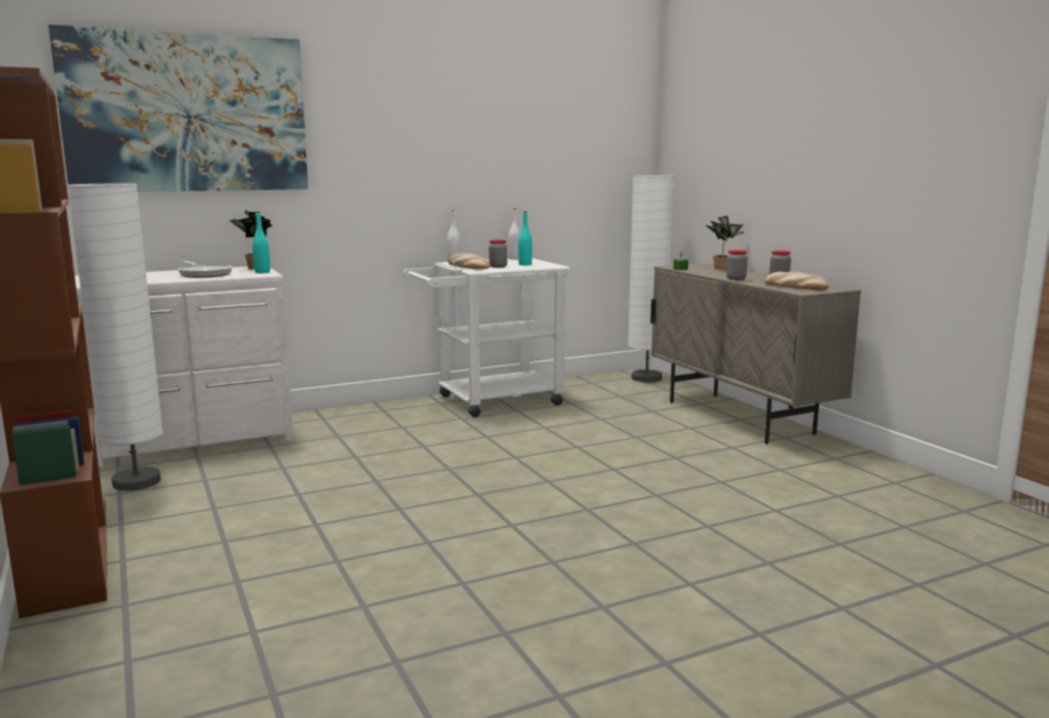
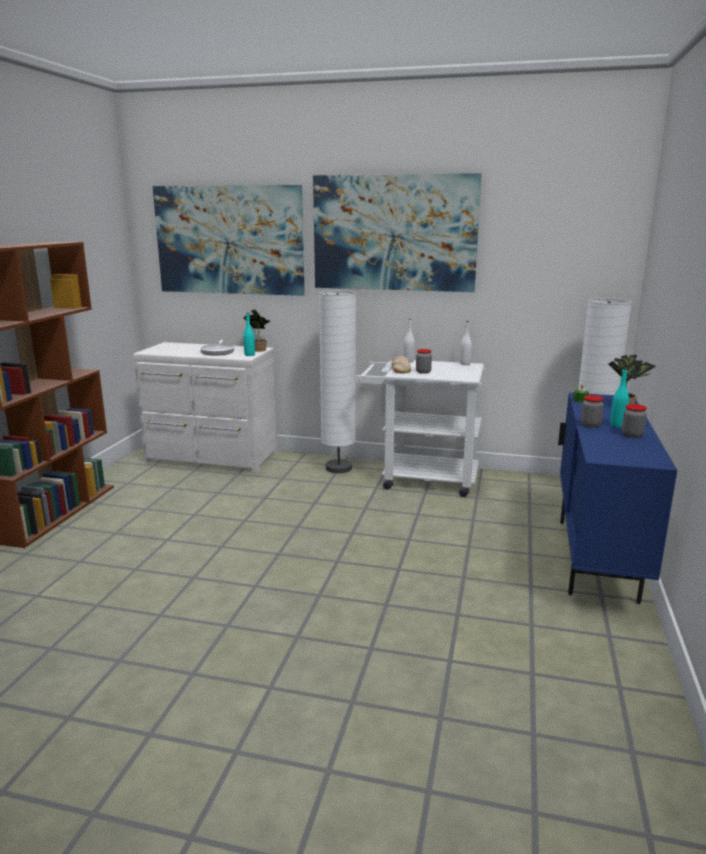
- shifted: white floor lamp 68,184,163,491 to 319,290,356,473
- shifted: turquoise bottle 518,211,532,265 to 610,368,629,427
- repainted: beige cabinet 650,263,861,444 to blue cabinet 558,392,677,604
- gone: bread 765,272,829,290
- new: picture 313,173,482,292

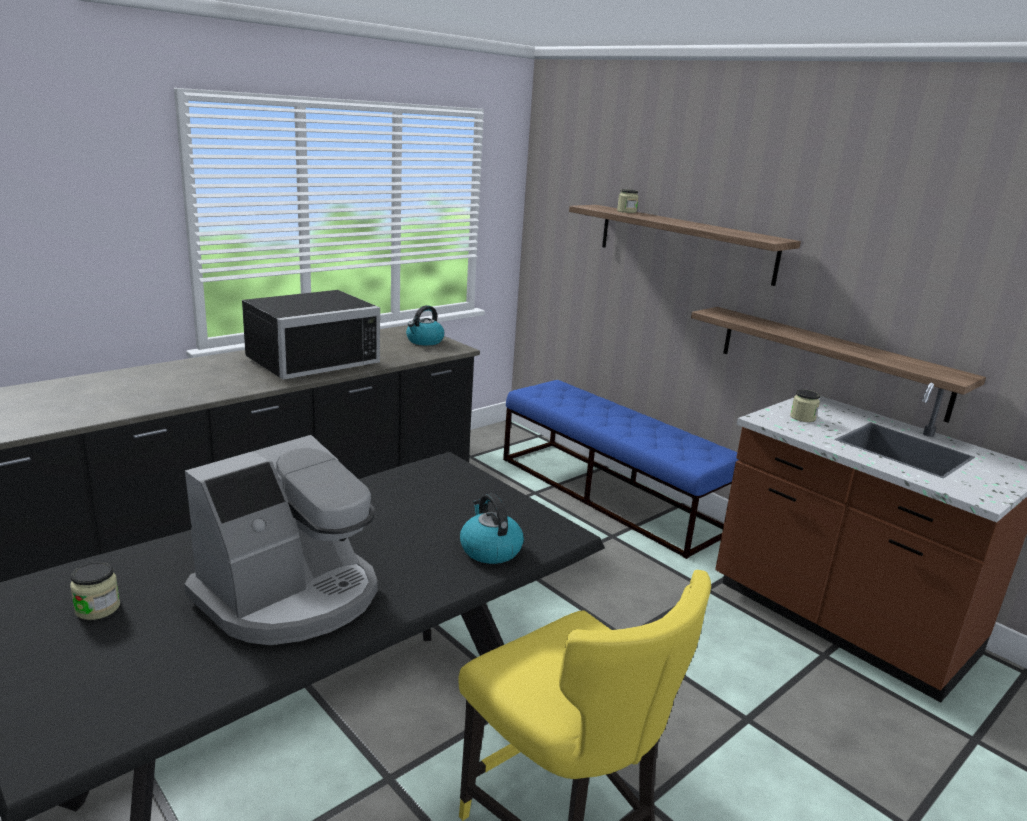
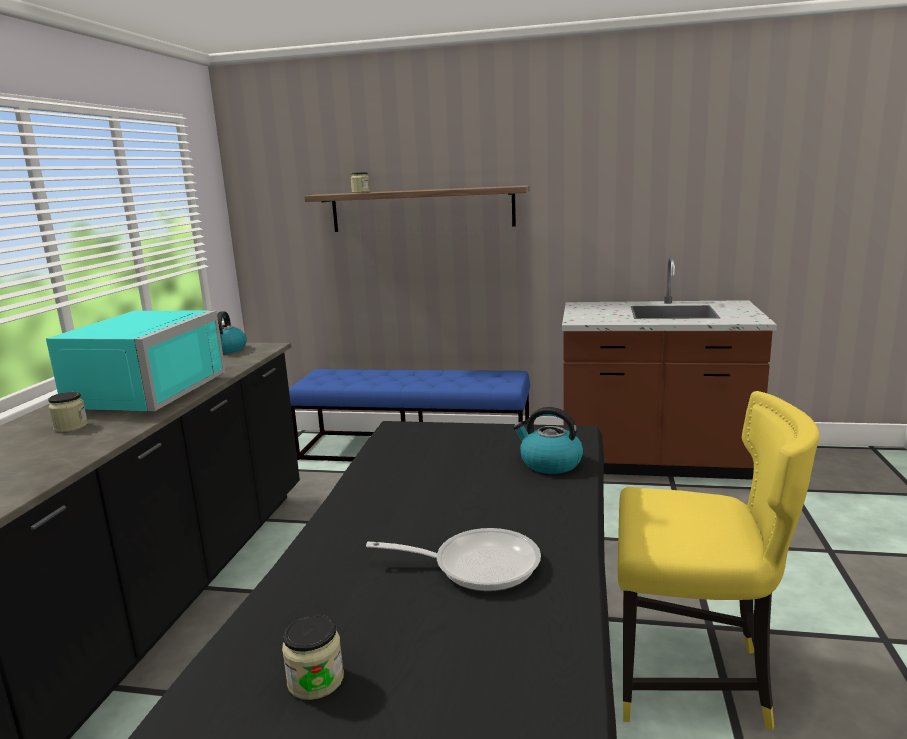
- repainted: black microwave 242,290,380,380 to turquoise microwave 46,310,225,411
- gone: shelf 691,307,986,423
- shifted: jar 790,390,820,422 to 48,392,88,432
- swapped: coffee machine 184,435,378,645 to frying pan 366,528,541,591

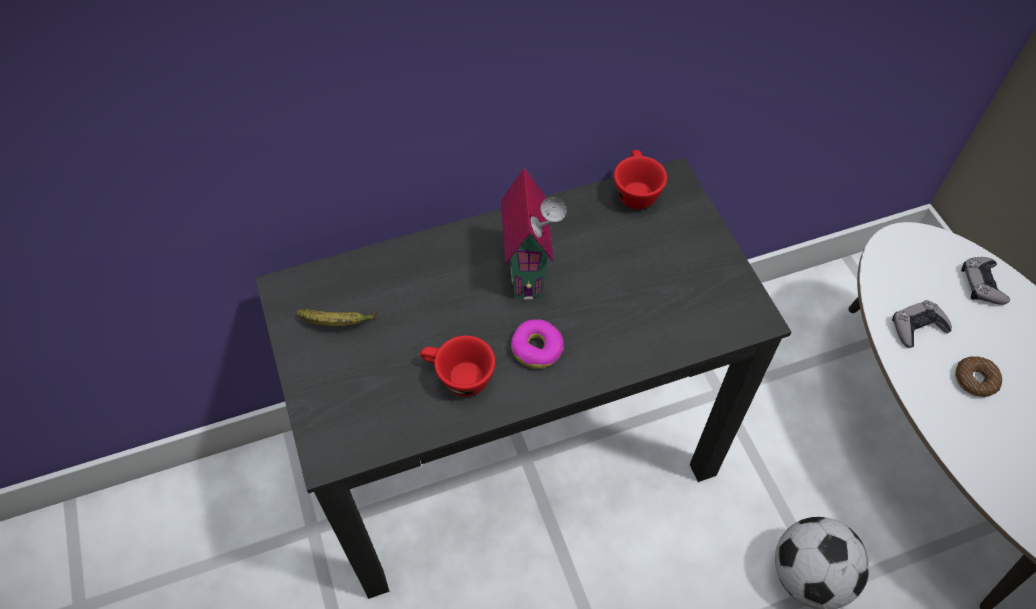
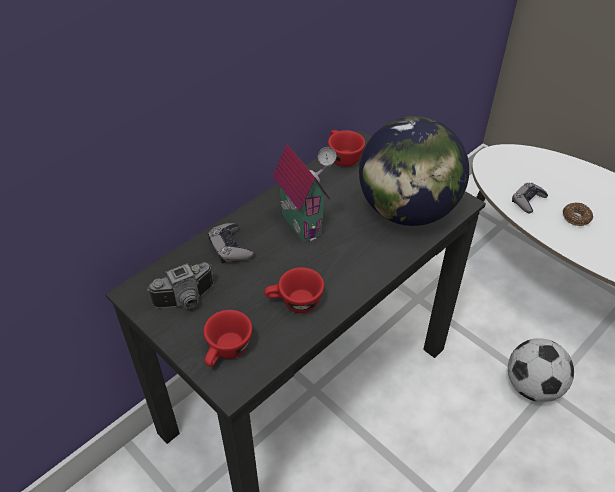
- shifted: grey game controller 961,257,1010,305 to 208,223,254,264
- swapped: banana 297,309,377,326 to photo camera 147,262,214,309
- gone: donut 511,319,564,369
- new: globe 359,116,469,226
- new: red cup 203,310,252,367

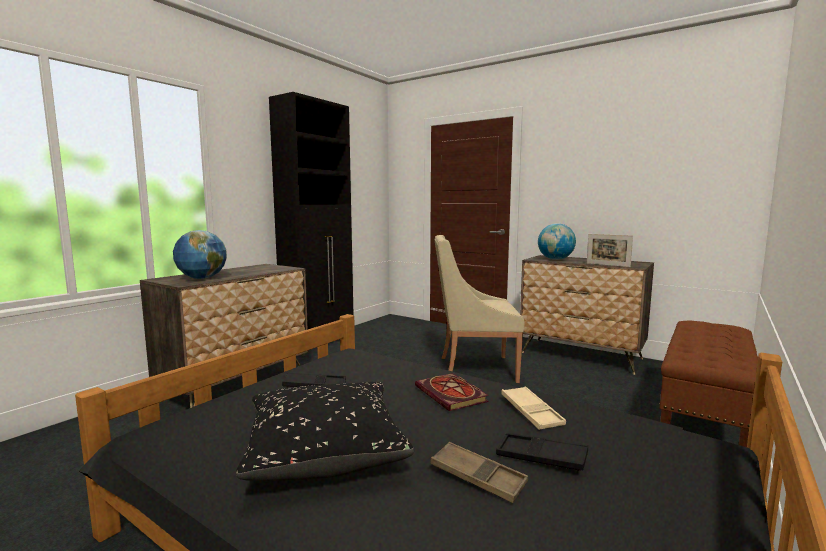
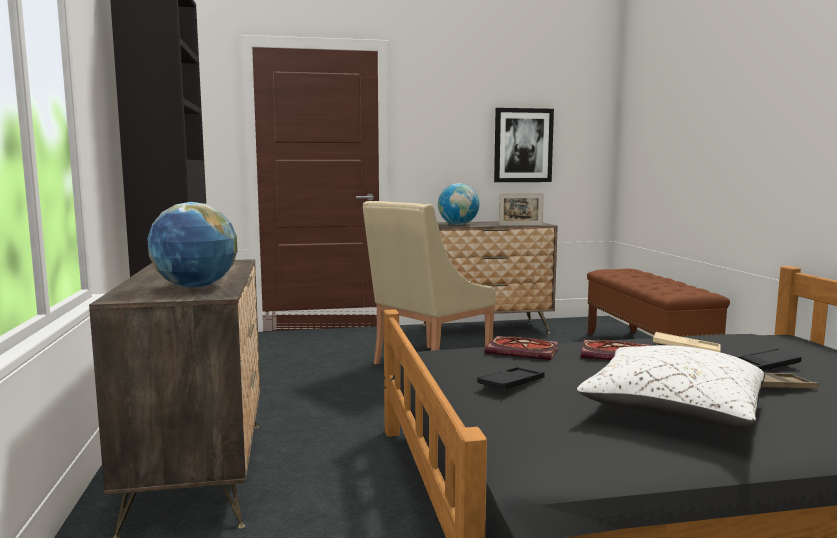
- repainted: black pillow 236,382,414,481 to white pillow 577,345,765,429
- new: picture 494,108,554,182
- new: book 485,336,559,360

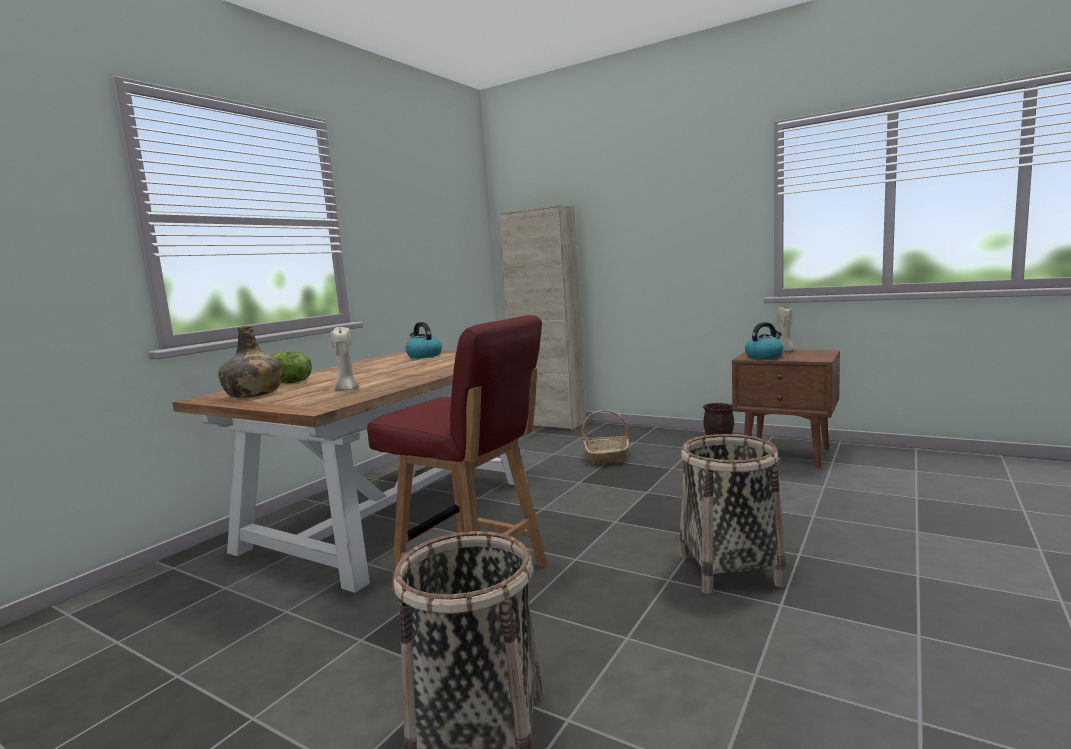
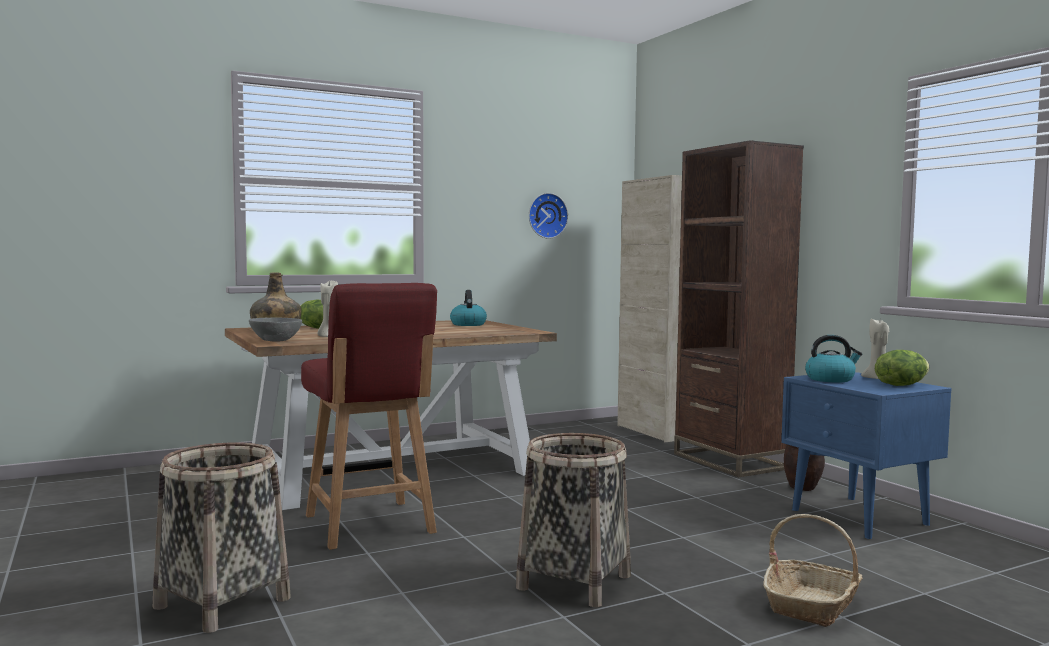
- repainted: brown nightstand 732,349,840,469 to blue nightstand 781,372,952,539
- shifted: basket 582,410,629,464 to 763,514,863,627
- new: brown bookcase 674,140,804,477
- new: wall clock 529,193,568,239
- new: grey bowl 249,317,302,342
- new: lettuce 875,350,929,386

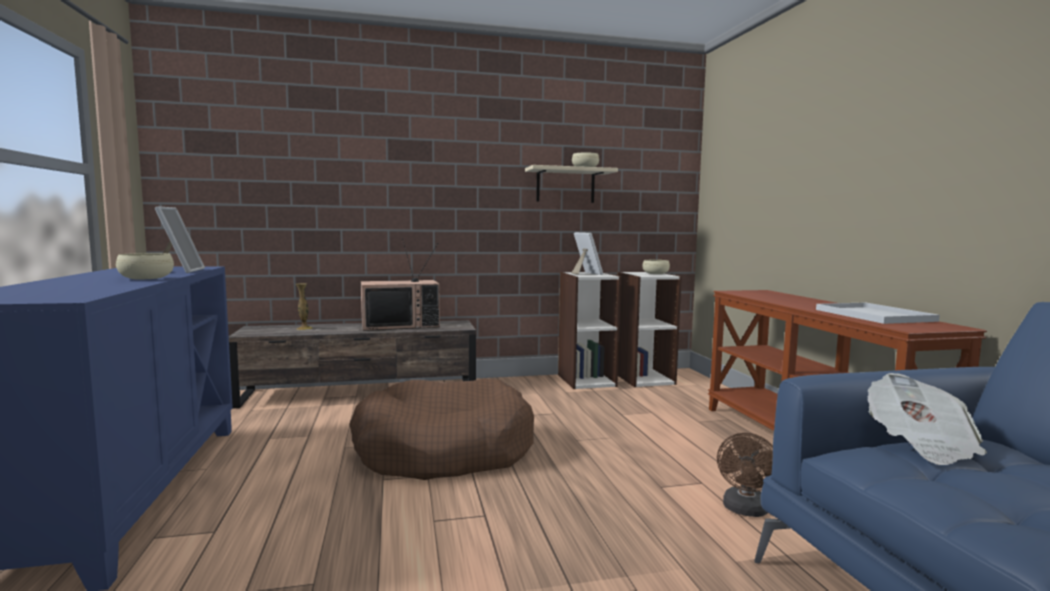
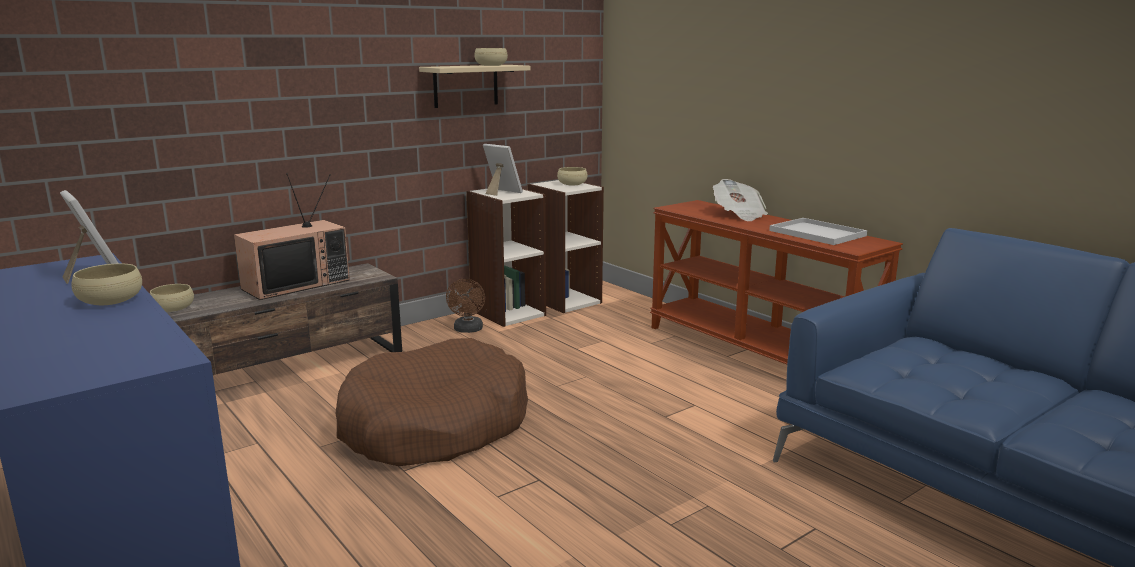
- swapped: vase 295,283,313,330 to beige bowl 150,284,194,312
- shifted: newspaper 867,373,987,465 to 713,179,768,221
- shifted: brown fan 717,433,773,517 to 446,279,485,333

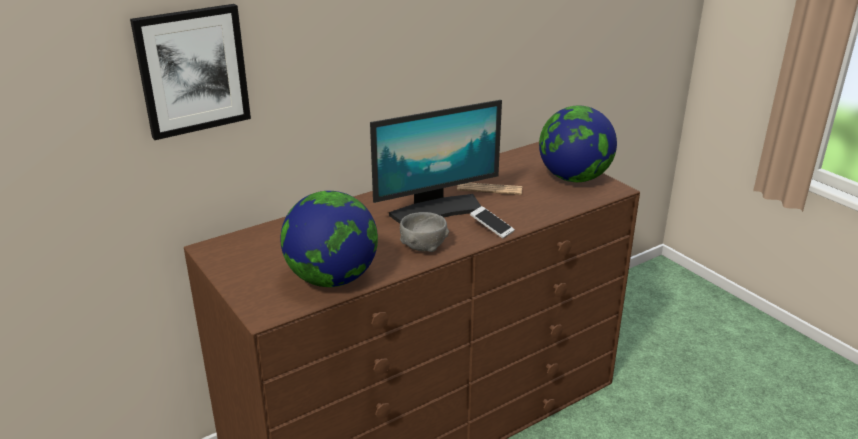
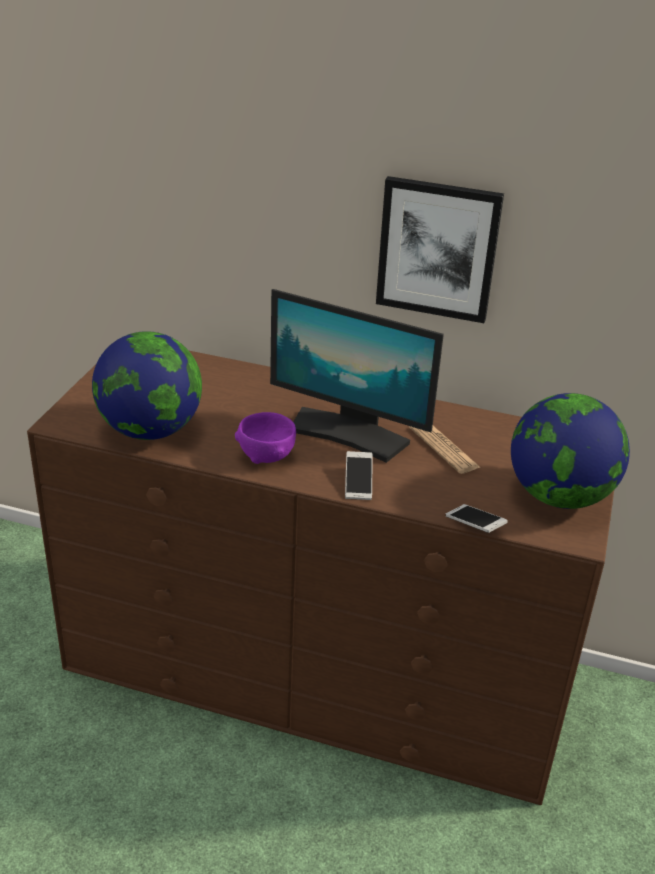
- shifted: picture 130,4,251,140 to 376,176,504,323
- repainted: grey bowl 400,212,449,252 to purple bowl 235,412,296,464
- new: phone 446,504,508,533

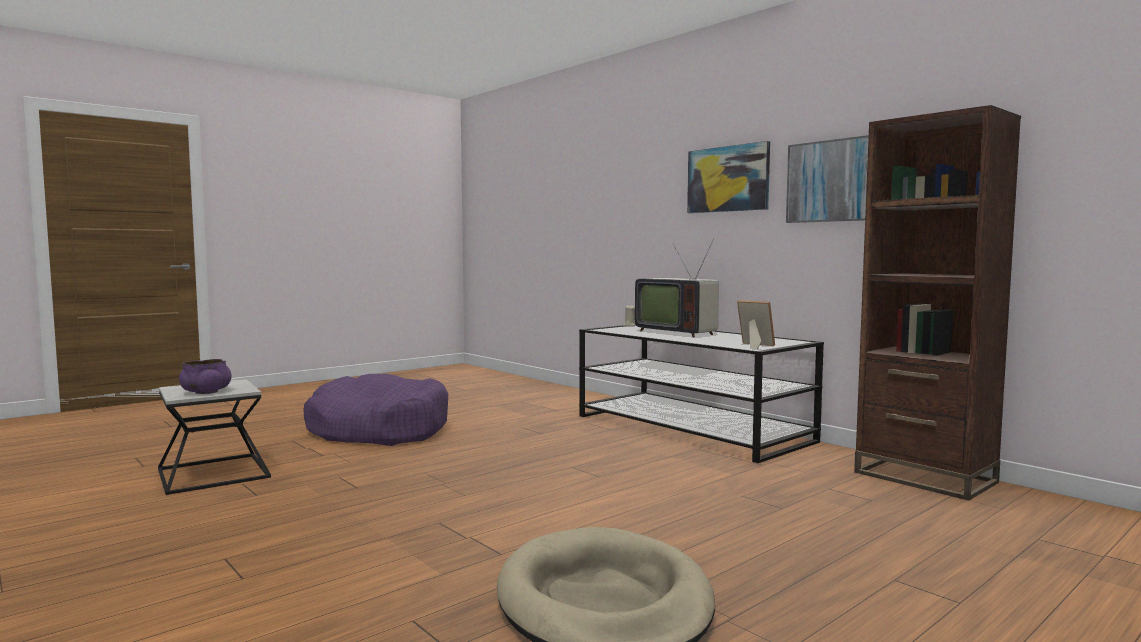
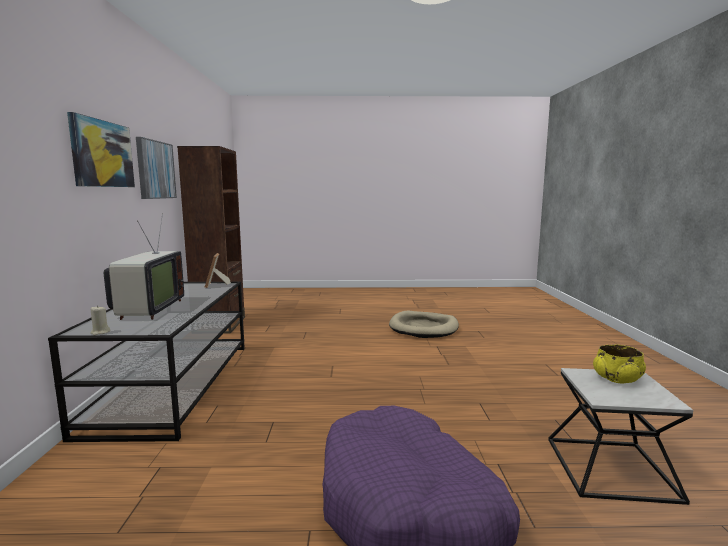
- repainted: purple bowl 179,359,232,394 to yellow bowl 593,344,646,383

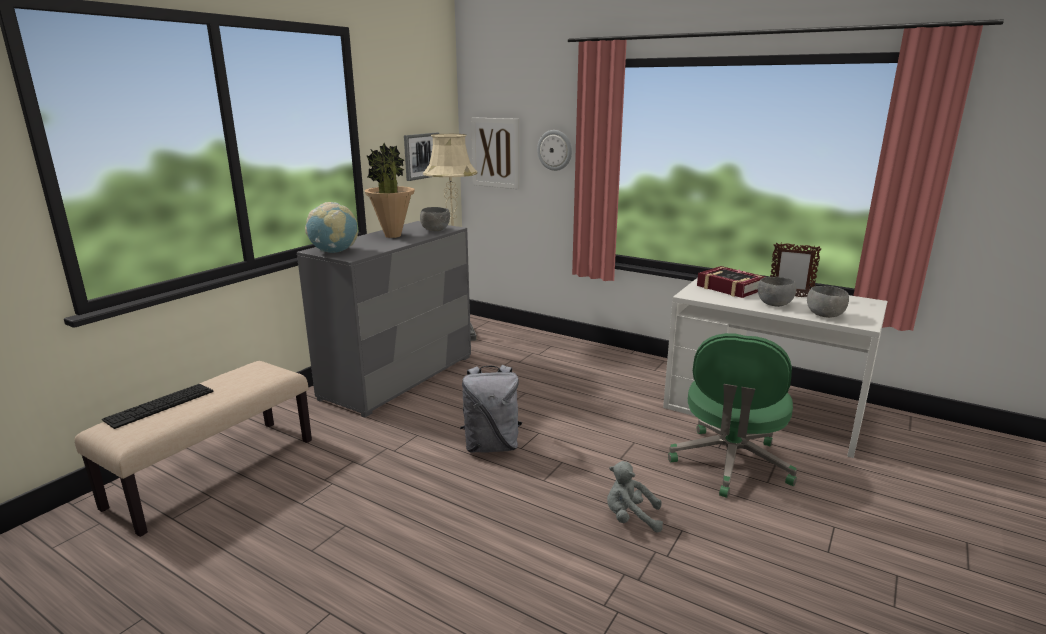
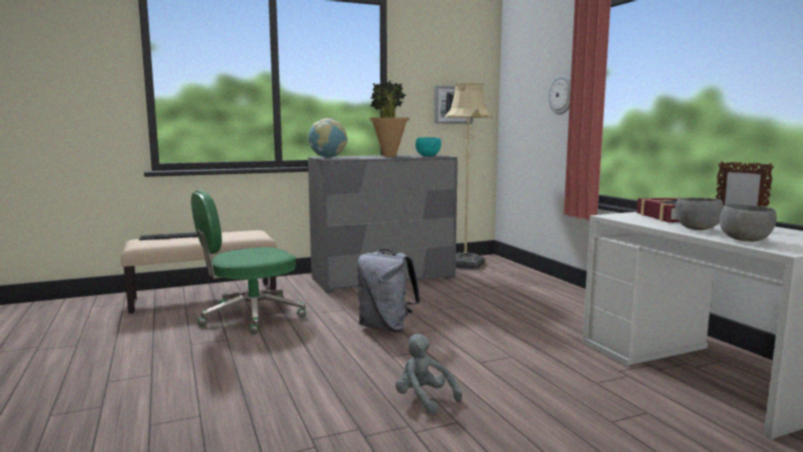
- gone: picture 471,117,519,189
- repainted: grey bowl 420,207,450,231 to turquoise bowl 415,137,441,156
- shifted: green office chair 668,333,797,498 to 191,190,306,334

